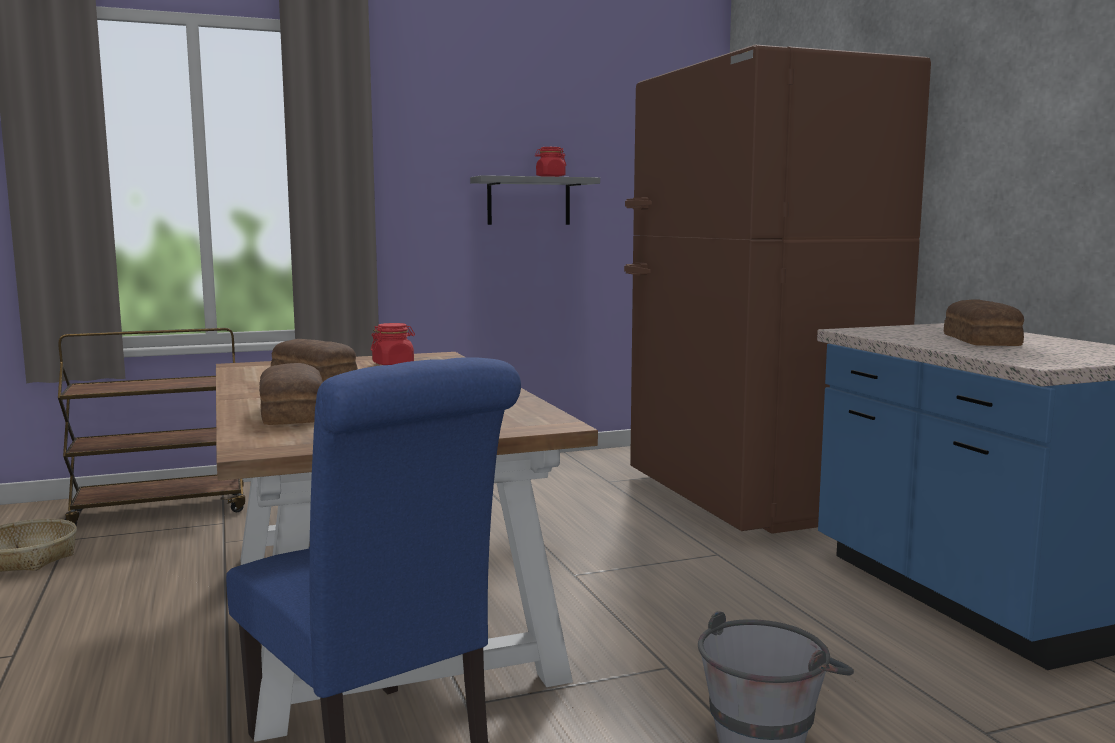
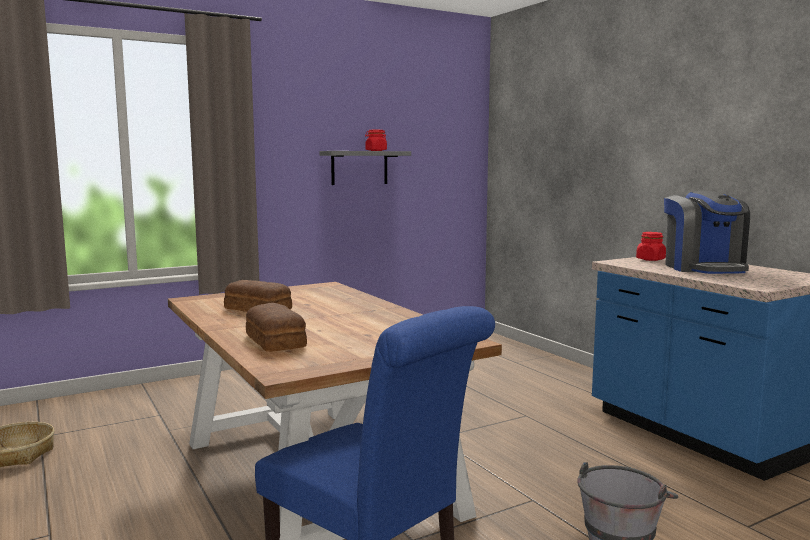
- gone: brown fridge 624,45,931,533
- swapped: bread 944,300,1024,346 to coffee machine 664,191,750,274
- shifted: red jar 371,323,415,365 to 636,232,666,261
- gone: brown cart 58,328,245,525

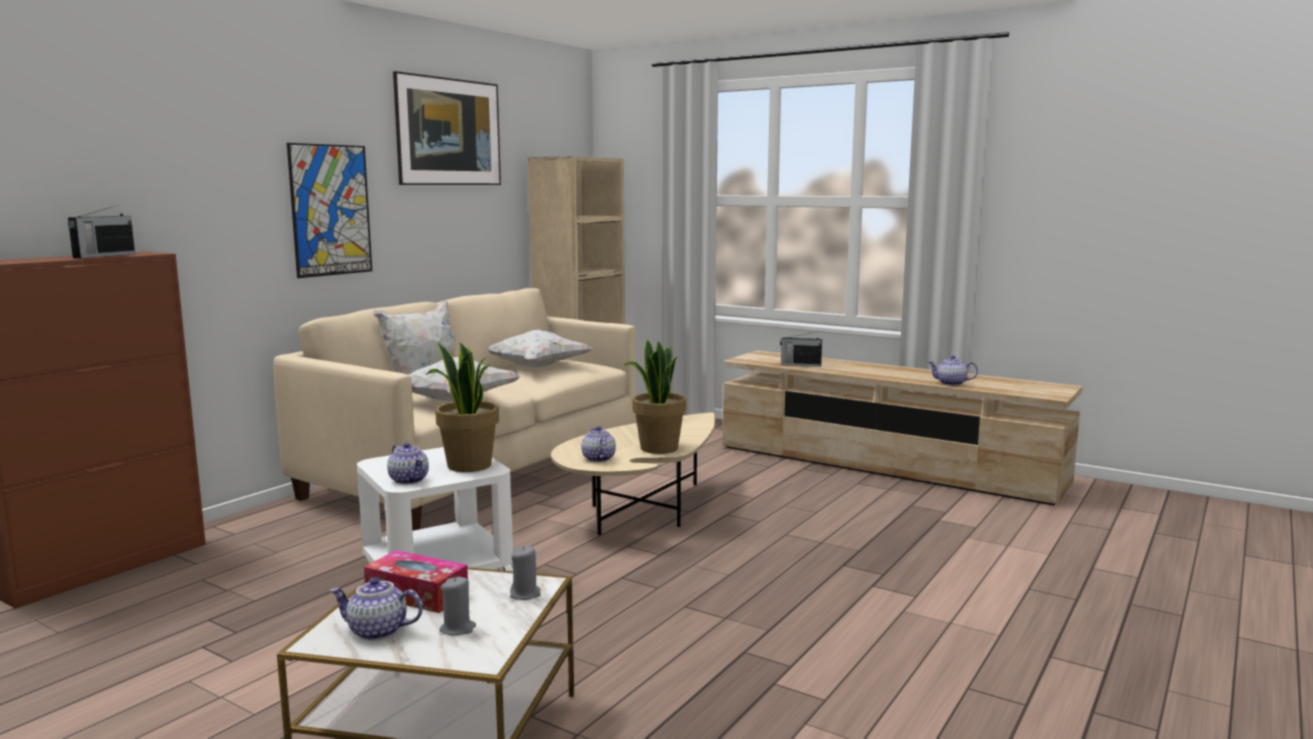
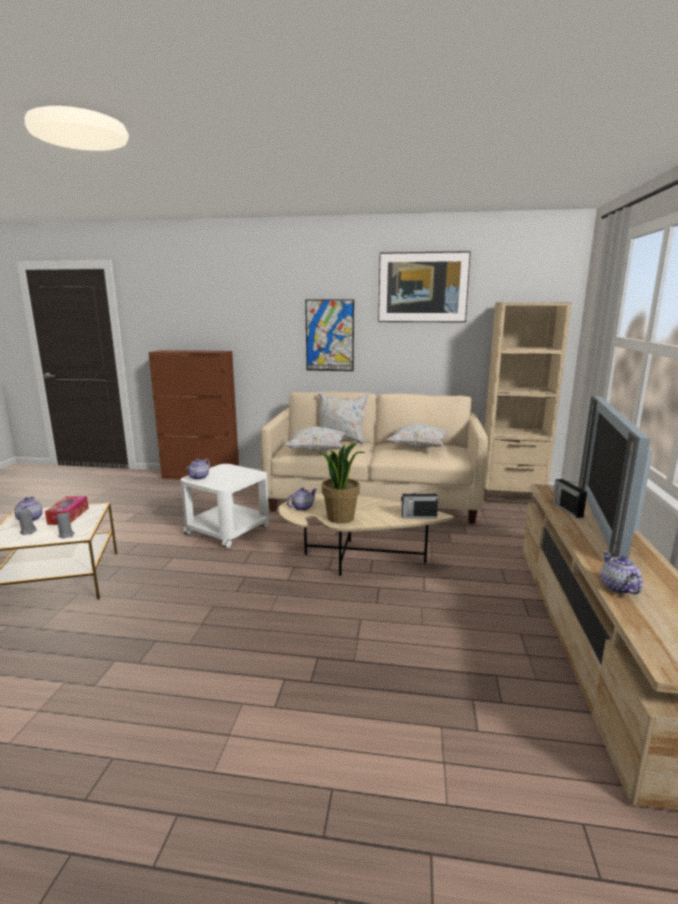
- shifted: radio 68,205,135,258 to 401,489,438,518
- gone: potted plant 426,343,499,472
- new: television 578,396,653,559

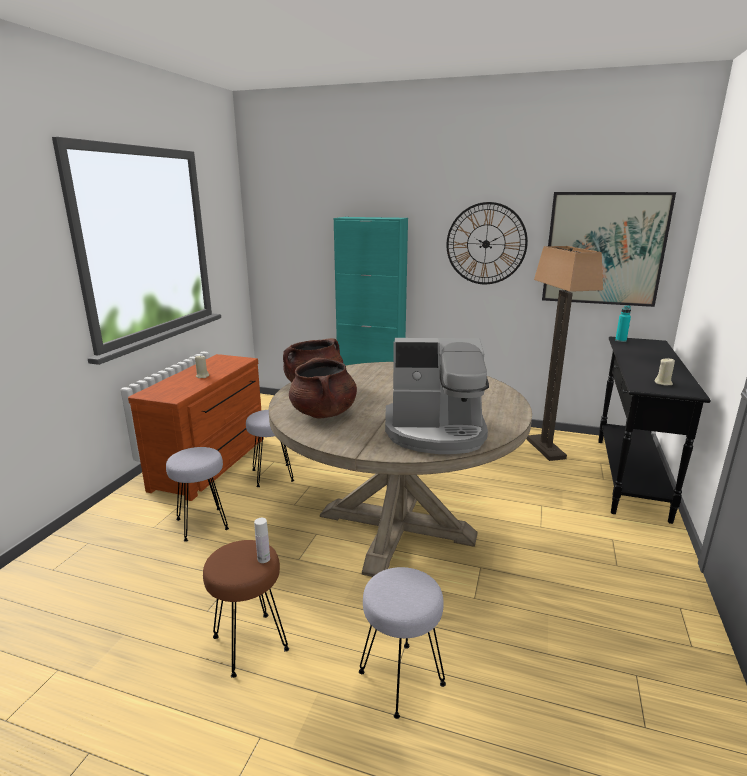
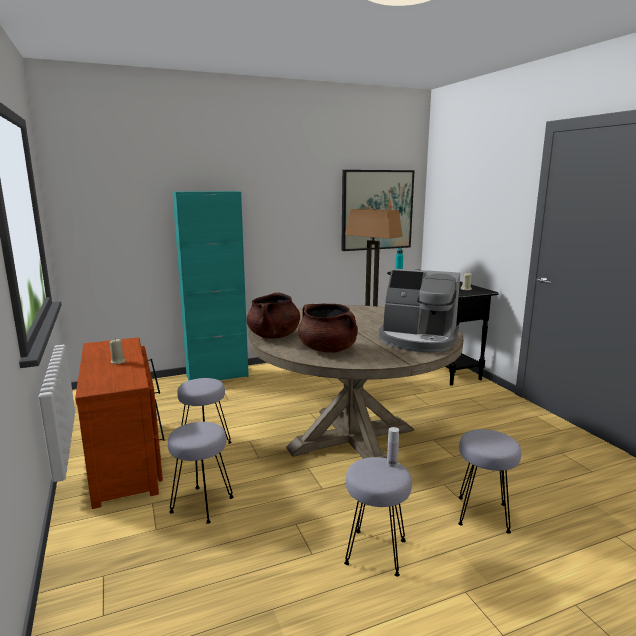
- gone: wall clock 447,202,528,284
- rotated: coffee machine 385,338,489,454 = 379,269,460,353 60 degrees clockwise
- repainted: brown stool 203,540,289,678 to grey stool 344,457,412,577

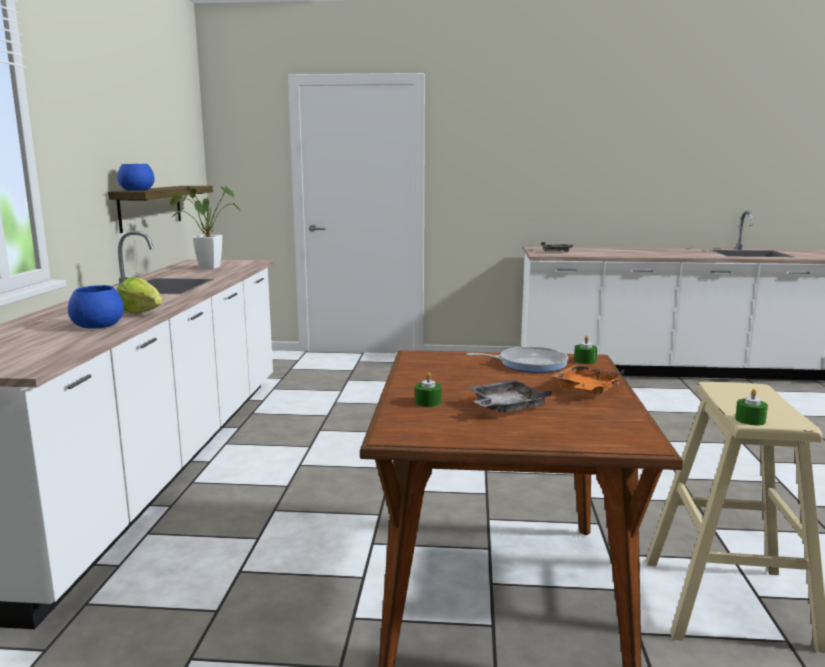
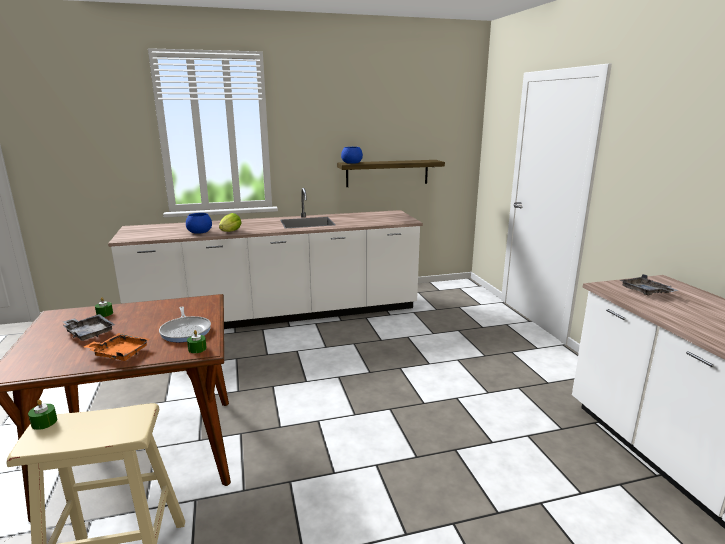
- gone: potted plant 170,186,241,269

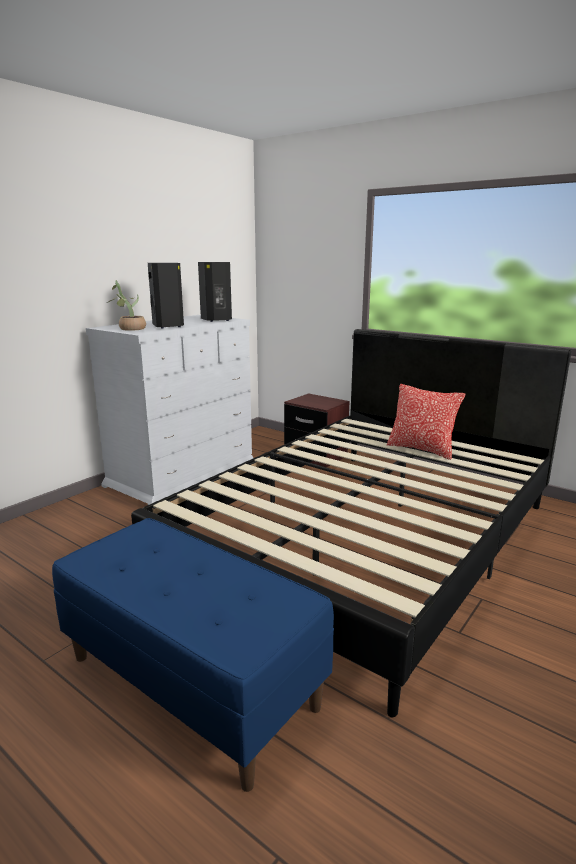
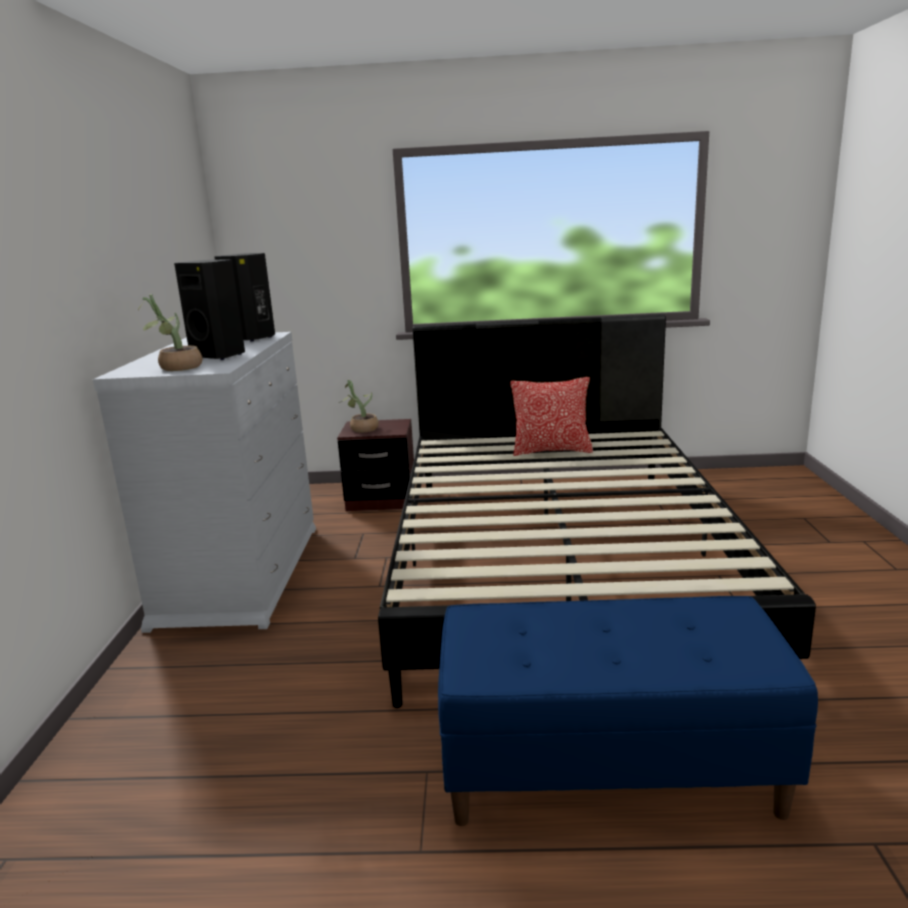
- new: potted plant 339,380,379,432

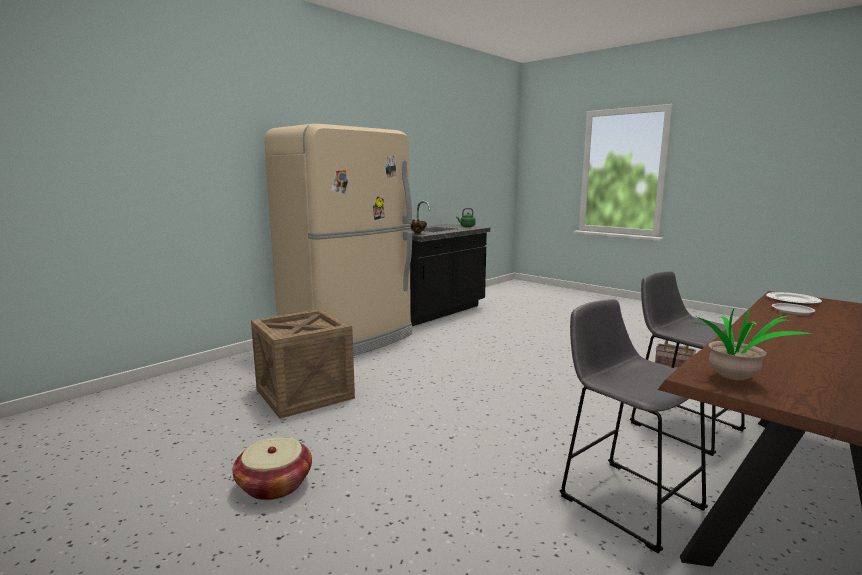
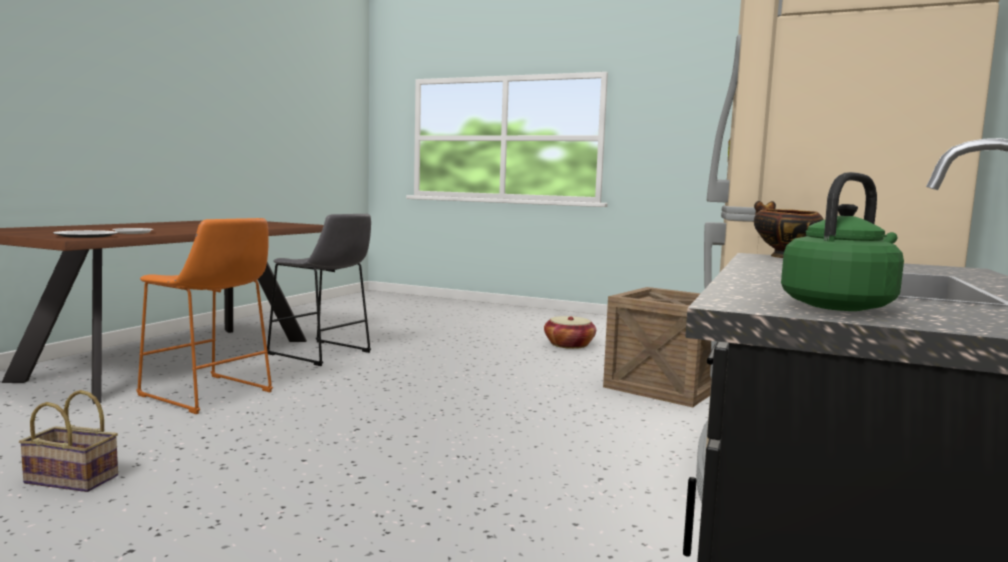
- repainted: grey stool 630,271,746,456 to orange stool 136,218,273,414
- gone: potted plant 688,307,812,380

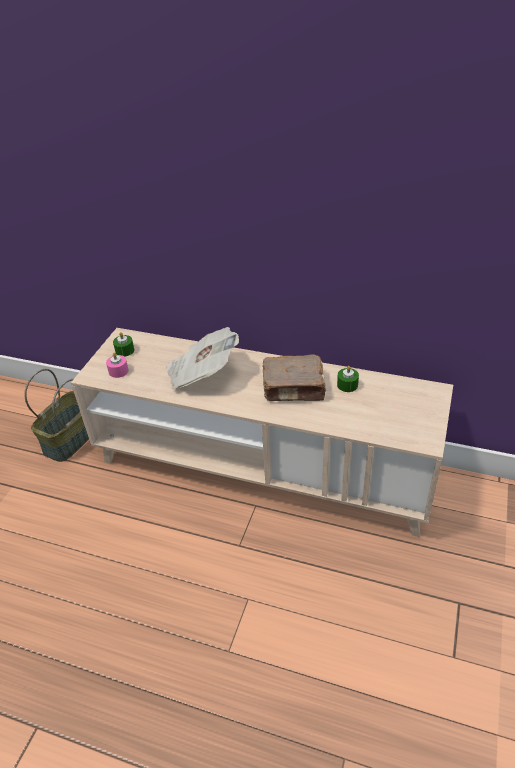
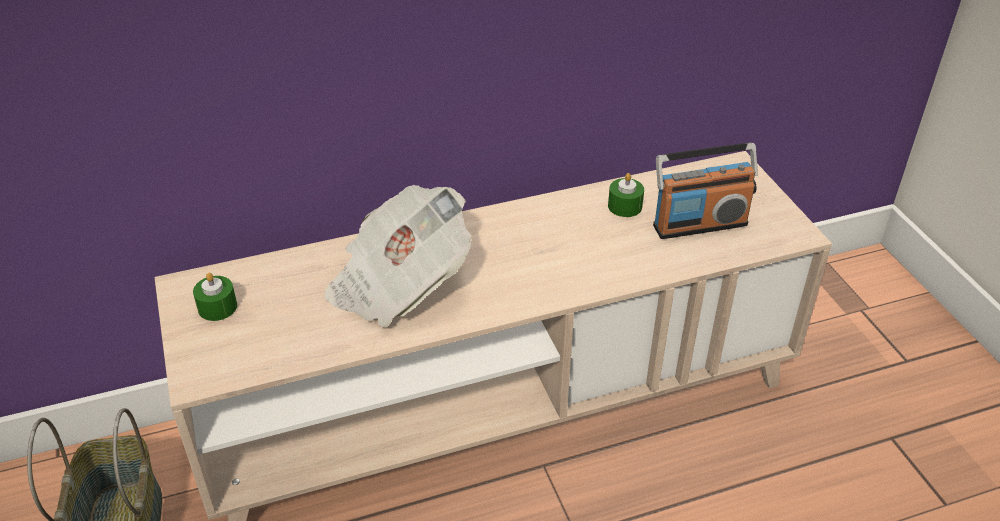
- gone: pink candle 106,353,129,378
- gone: brown book 263,354,326,401
- new: radio 653,143,758,239

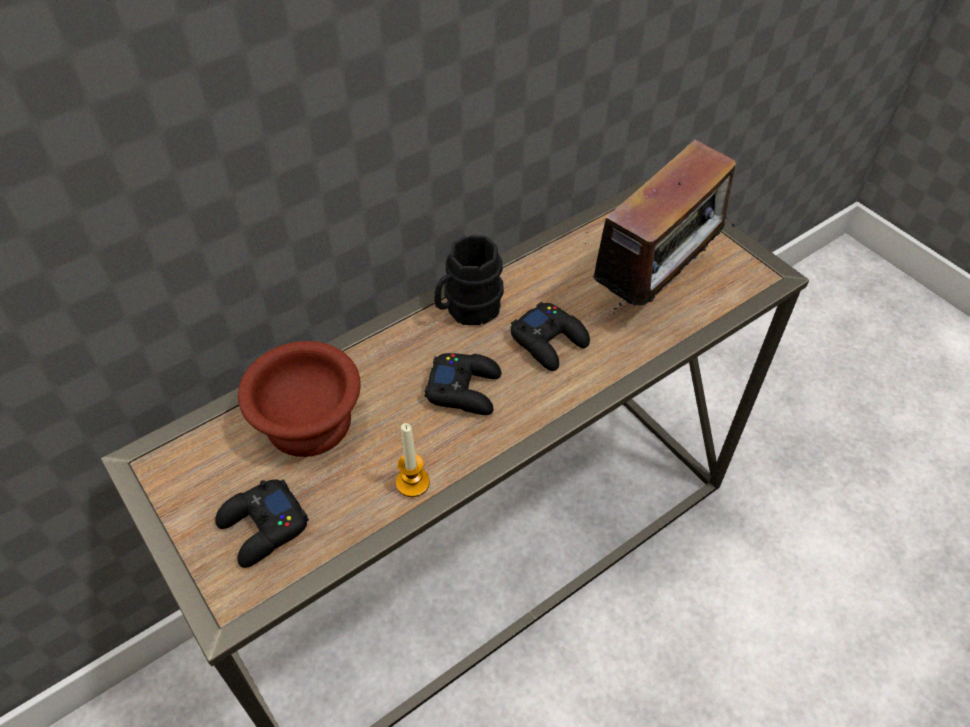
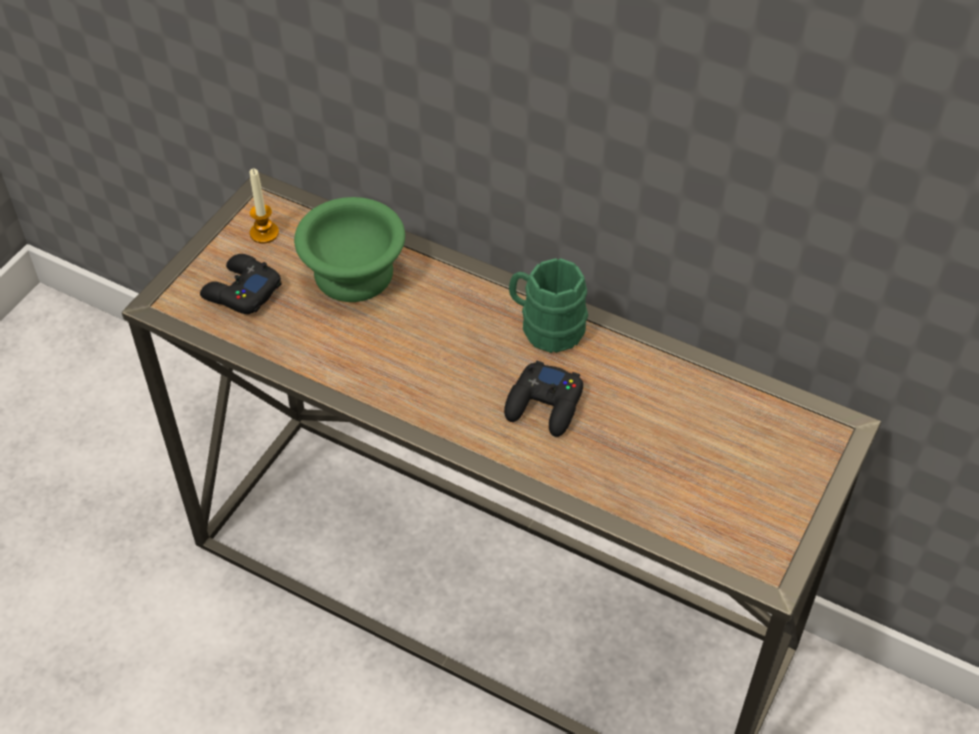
- gone: radio 586,140,736,314
- repainted: black mug 434,235,504,325 to green mug 509,258,588,353
- repainted: brown bowl 238,341,361,457 to green bowl 294,197,405,302
- gone: black game controller 425,353,501,415
- shifted: candle 396,423,430,497 to 250,169,279,244

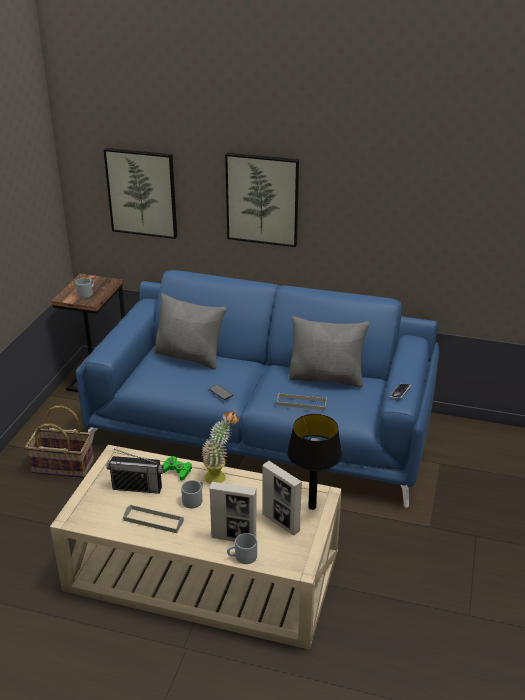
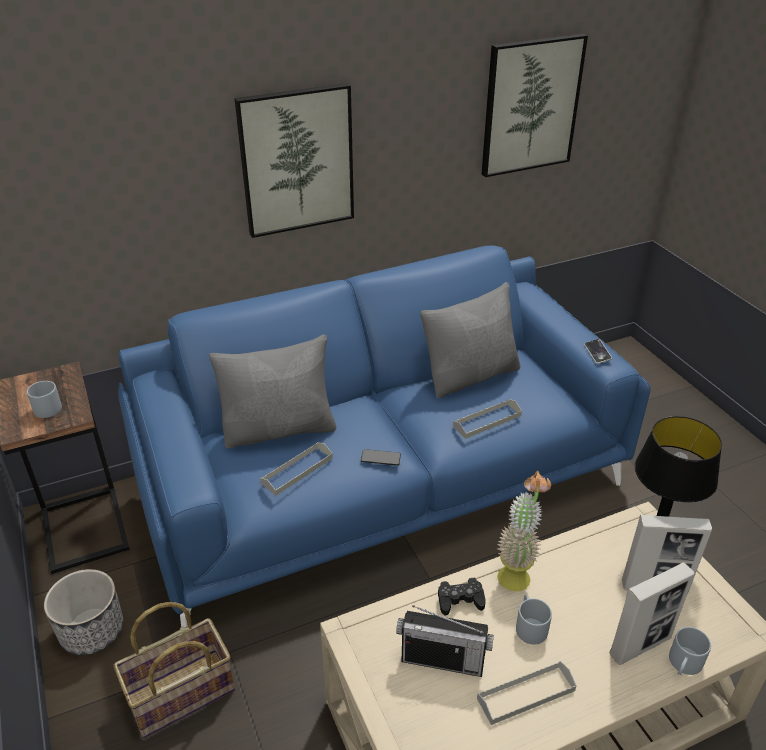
- shifted: picture 104,148,177,239 to 482,34,588,177
- rotated: radio 106,449,164,494 = 396,605,494,677 45 degrees clockwise
- repainted: green game controller 163,456,192,481 to black game controller 438,578,486,615
- new: grey tray 260,442,333,496
- new: planter 44,569,123,655

